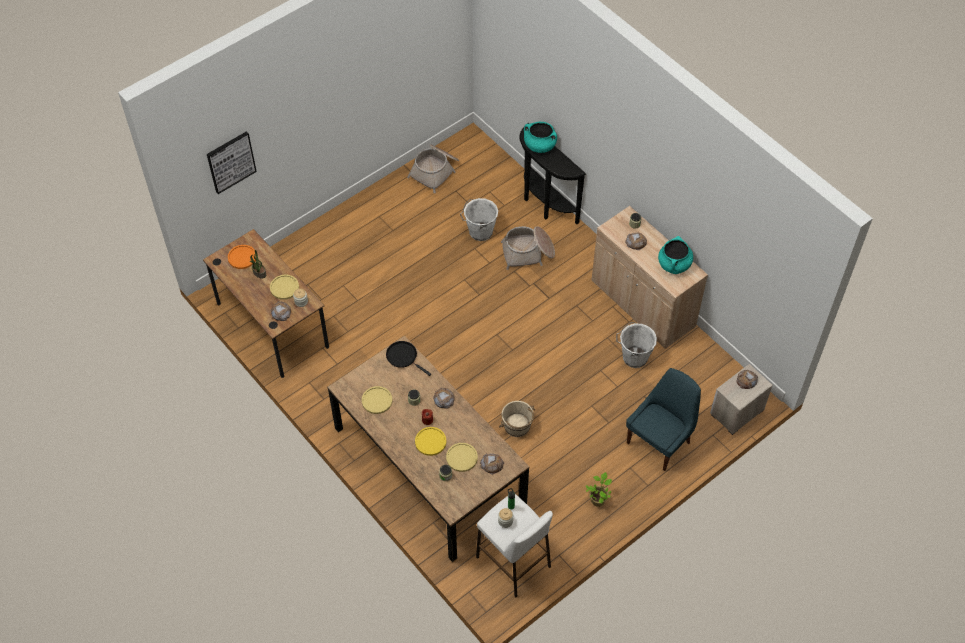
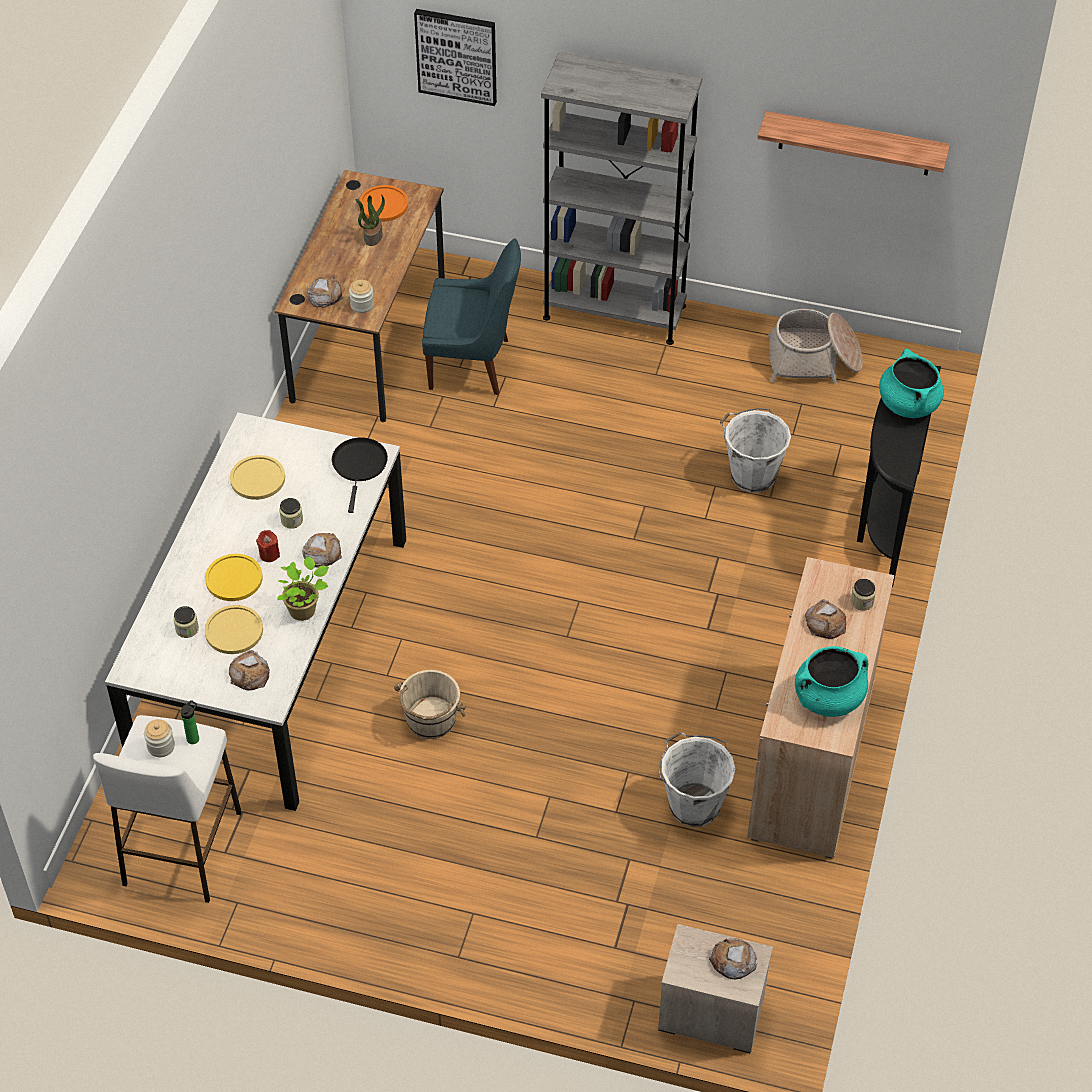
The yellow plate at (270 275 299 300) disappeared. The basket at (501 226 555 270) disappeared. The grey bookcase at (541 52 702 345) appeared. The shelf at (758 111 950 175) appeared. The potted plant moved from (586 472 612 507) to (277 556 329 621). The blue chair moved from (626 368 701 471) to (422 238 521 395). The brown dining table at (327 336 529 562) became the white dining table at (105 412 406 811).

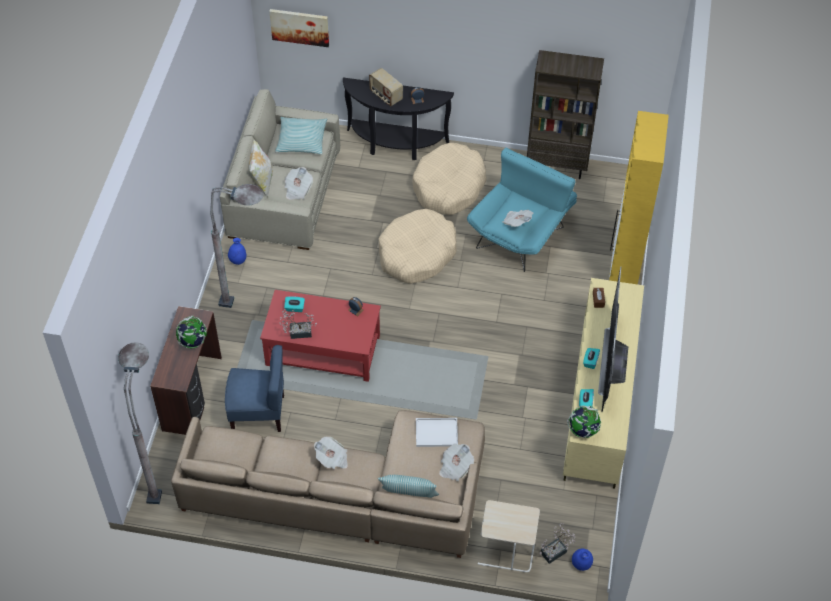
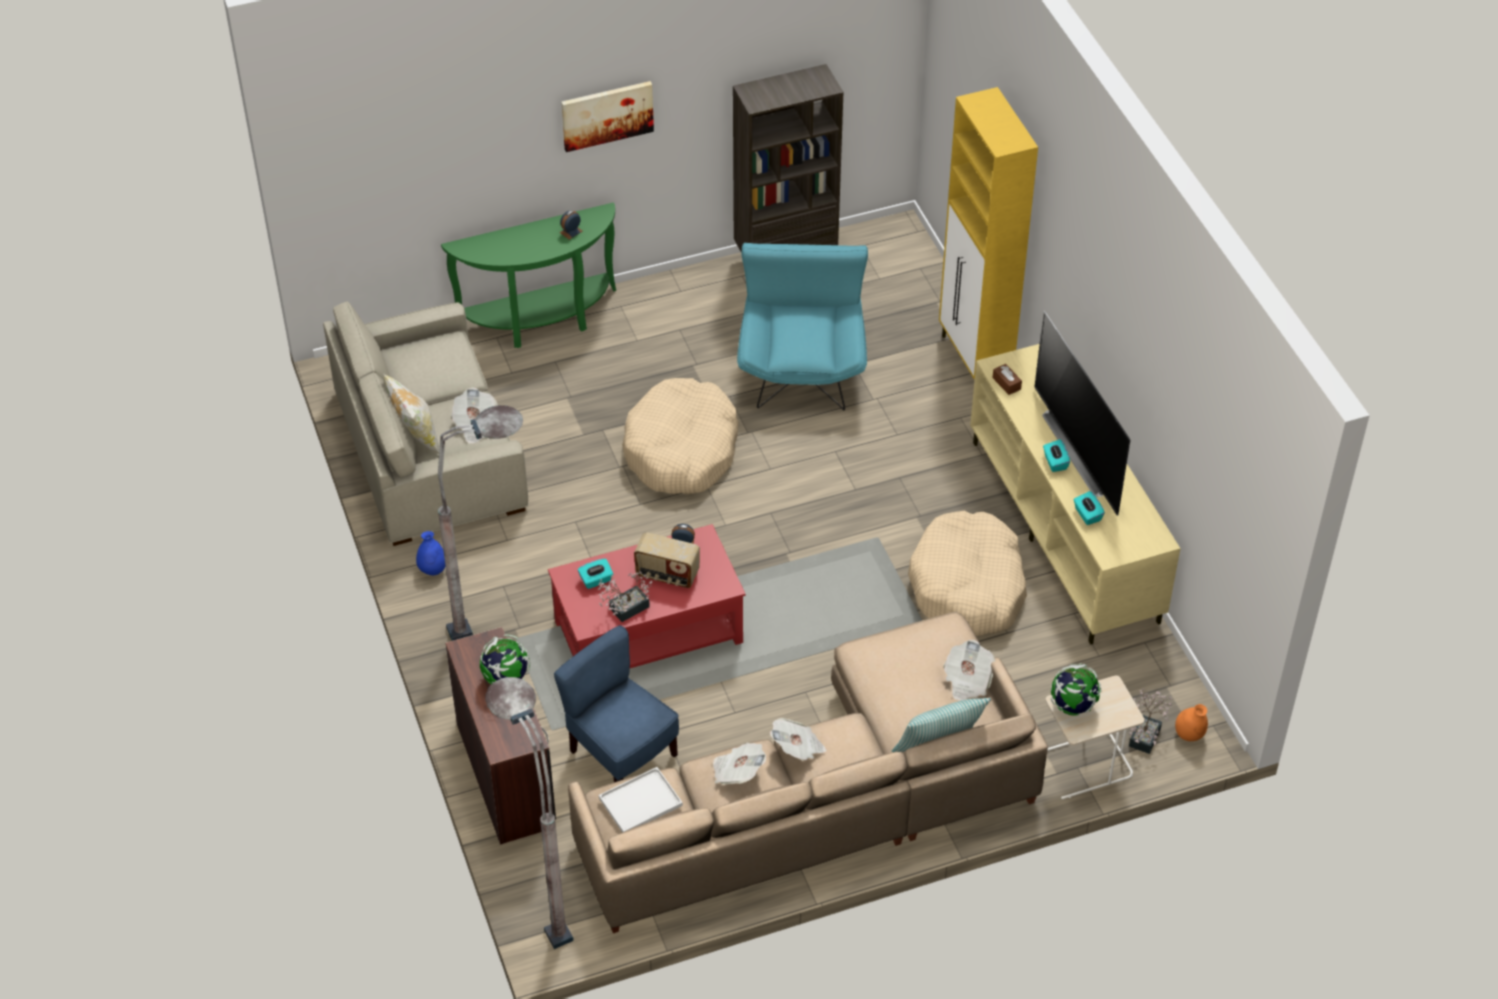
The pillow at (275 117 327 154) disappeared. The picture moved from (269 9 329 47) to (561 81 654 152). The radio moved from (369 68 403 106) to (634 532 700 588). The beige dog bed moved from (413 143 487 215) to (908 511 1027 636). The white tray moved from (416 418 458 447) to (599 767 683 833). The newspaper moved from (502 210 534 227) to (713 743 766 784). The globe moved from (567 405 601 438) to (1051 664 1102 716). The black console table at (343 78 454 160) became the green console table at (441 202 616 348). The blue vase at (572 549 593 571) became the orange vase at (1175 704 1208 741). The blue chair at (225 345 284 432) turned 105 degrees counterclockwise.

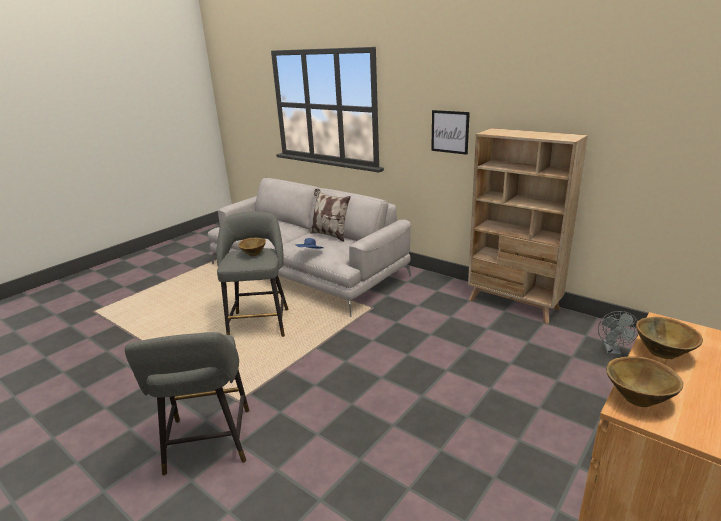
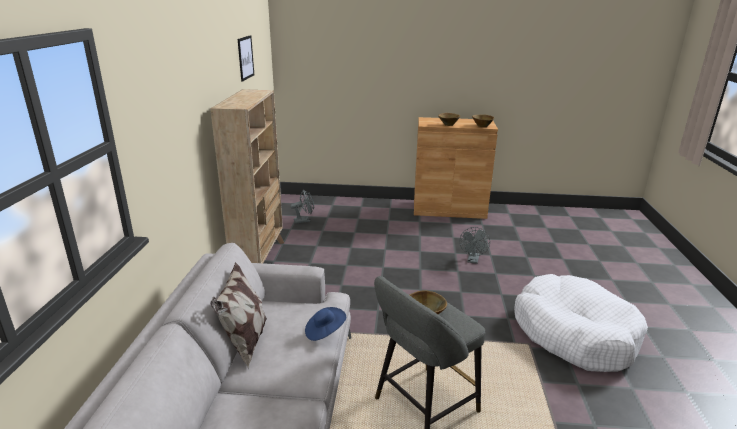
The grey fan at (460 227 490 264) appeared. The picture moved from (431 110 470 155) to (238 35 254 82). The grey stool at (125 332 249 476) was replaced by the white dog bed at (514 274 648 372).

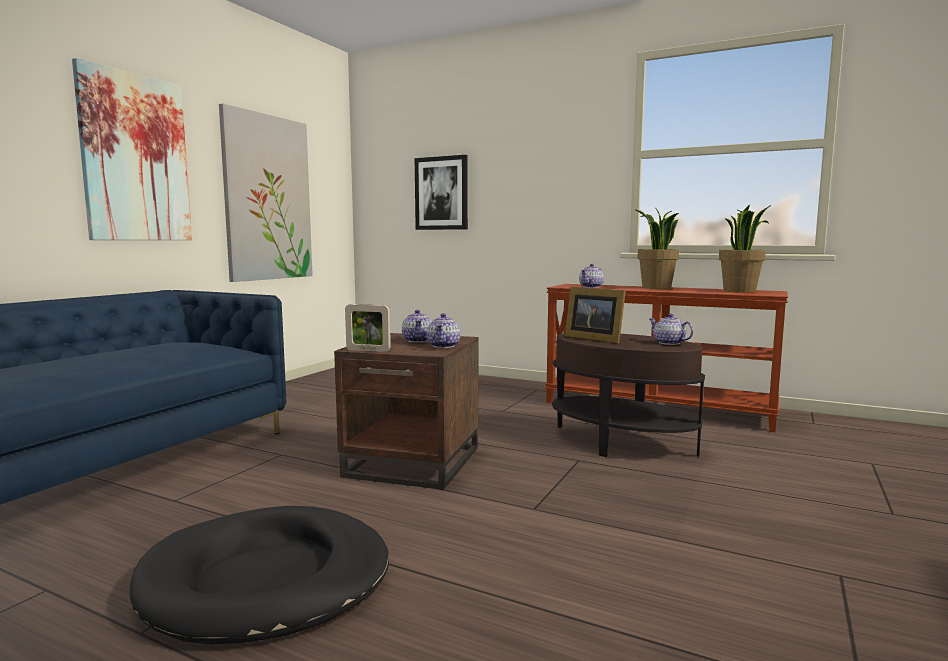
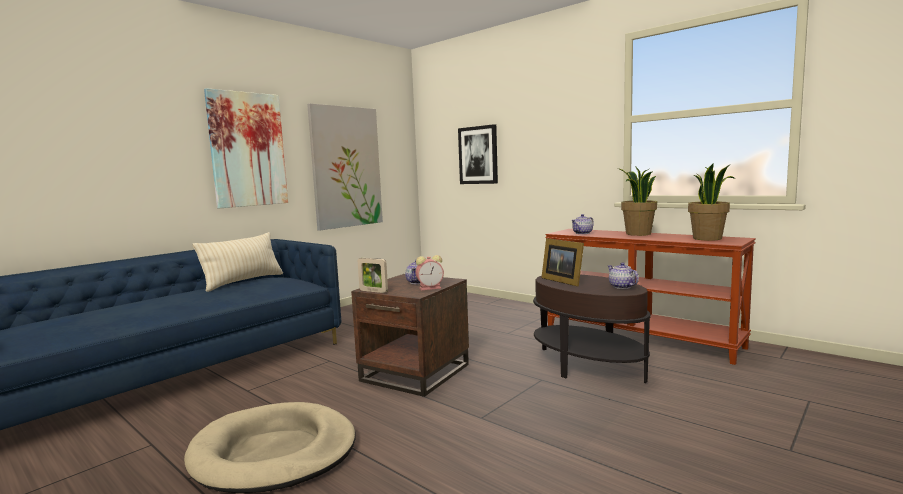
The beige pillow at (193 232 283 292) appeared. The teapot at (427 313 460 348) was replaced by the alarm clock at (416 255 444 290). The black dog bed at (130 506 389 645) became the beige dog bed at (184 402 355 493).

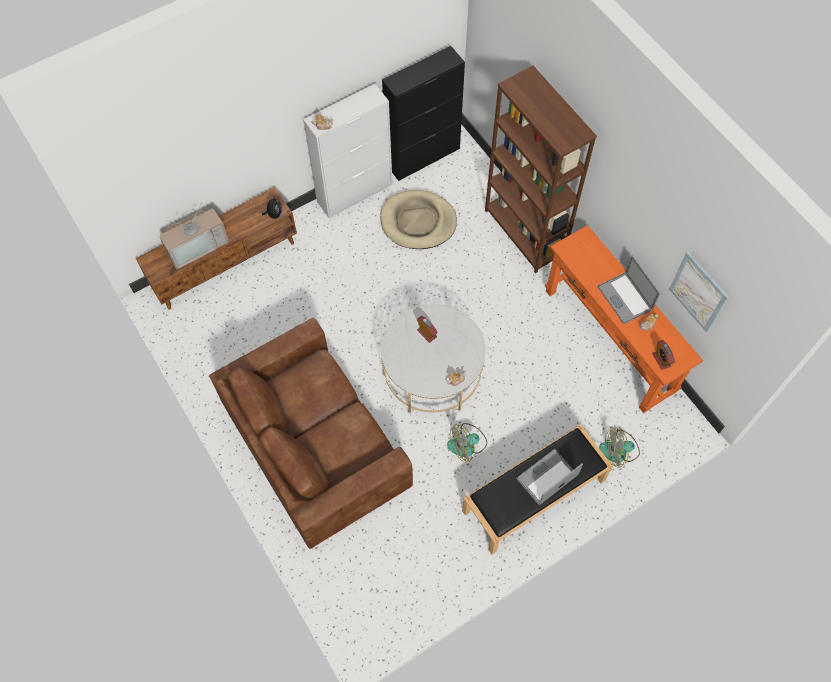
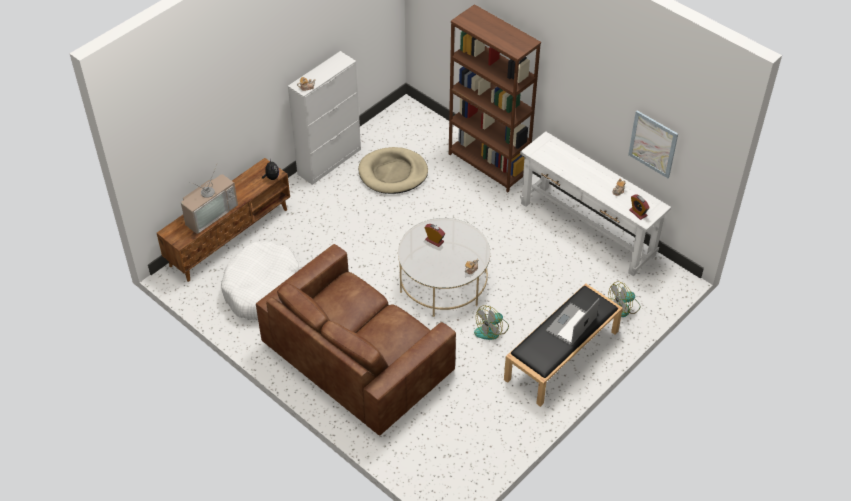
The black cabinet at (382 46 465 181) disappeared. The laptop at (598 256 660 324) disappeared. The white dog bed at (221 241 299 320) appeared. The orange console table at (545 225 703 413) became the white console table at (520 131 671 276).

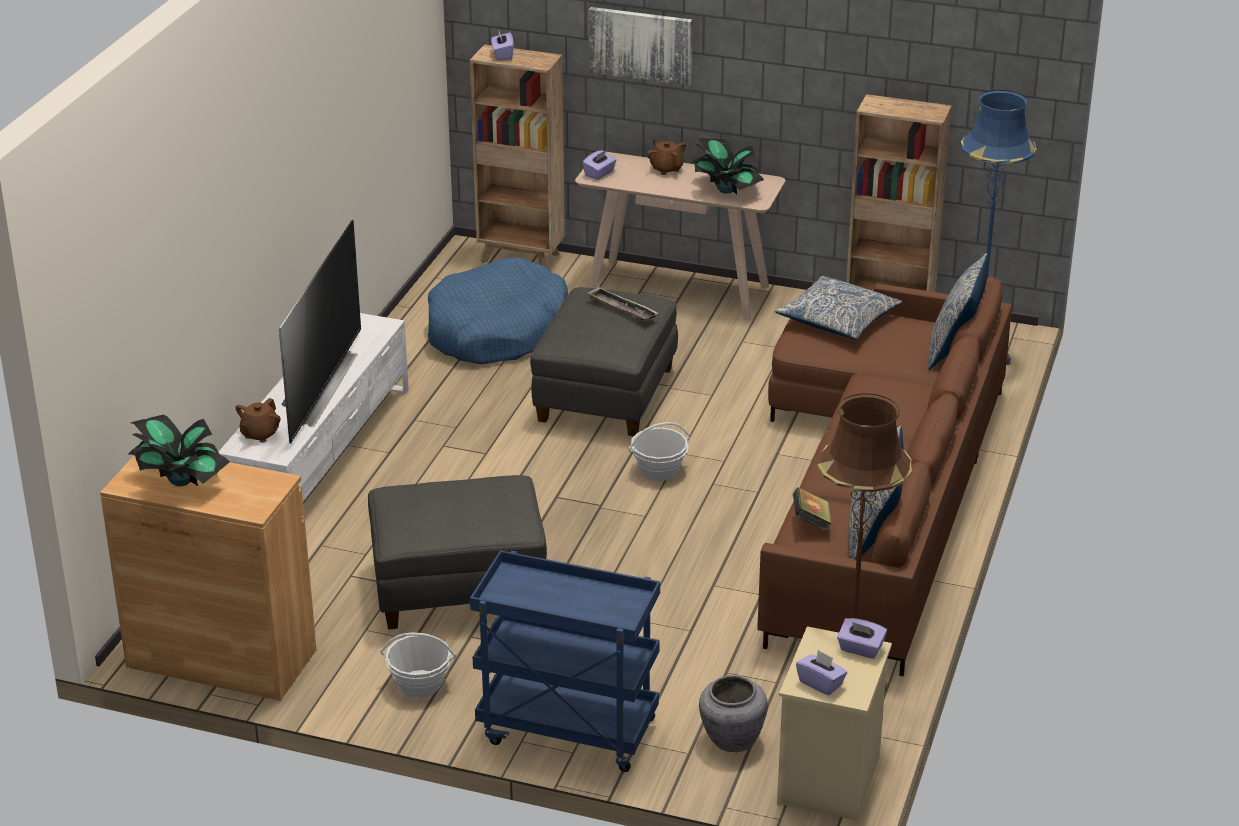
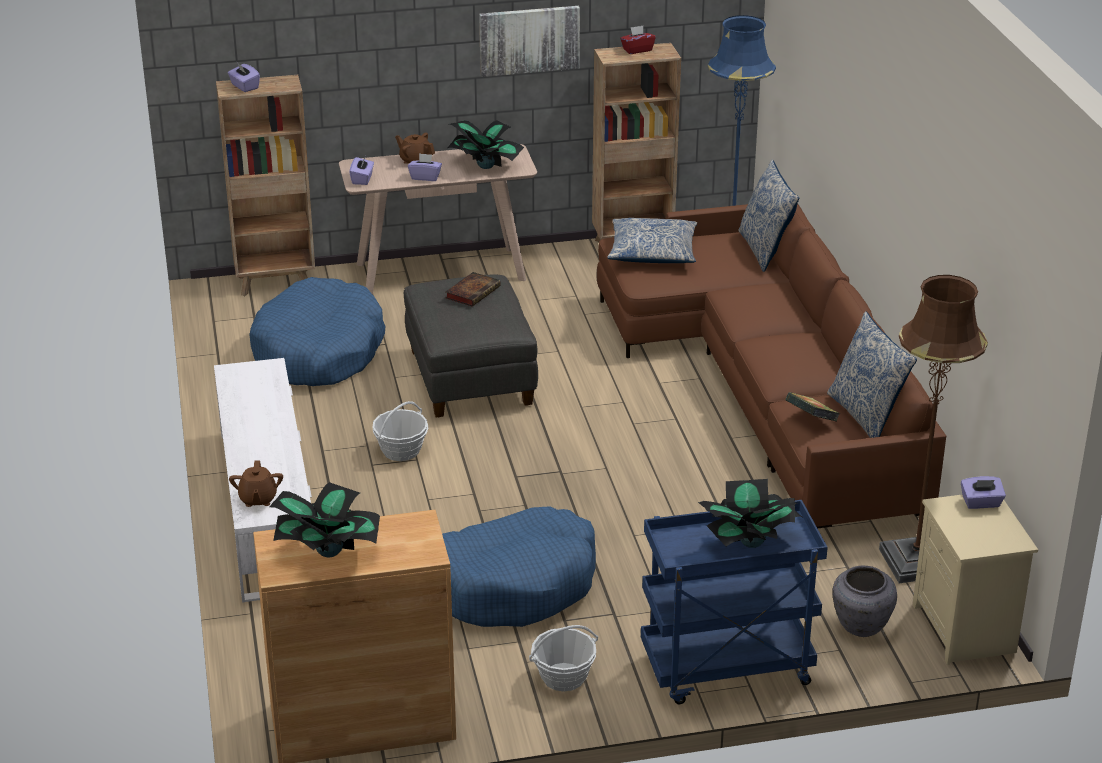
The television at (279 220 361 444) disappeared. The red tissue box at (620 26 656 54) appeared. The potted plant at (698 479 802 548) appeared. The picture moved from (589 7 693 86) to (479 6 580 77). The basket moved from (628 422 690 481) to (372 401 429 461). The purple tissue box moved from (796 650 847 696) to (408 153 442 181). The grey ottoman at (368 475 547 630) was replaced by the blue dog bed at (442 506 596 627). The tray at (587 287 658 320) was replaced by the book at (446 272 501 307).

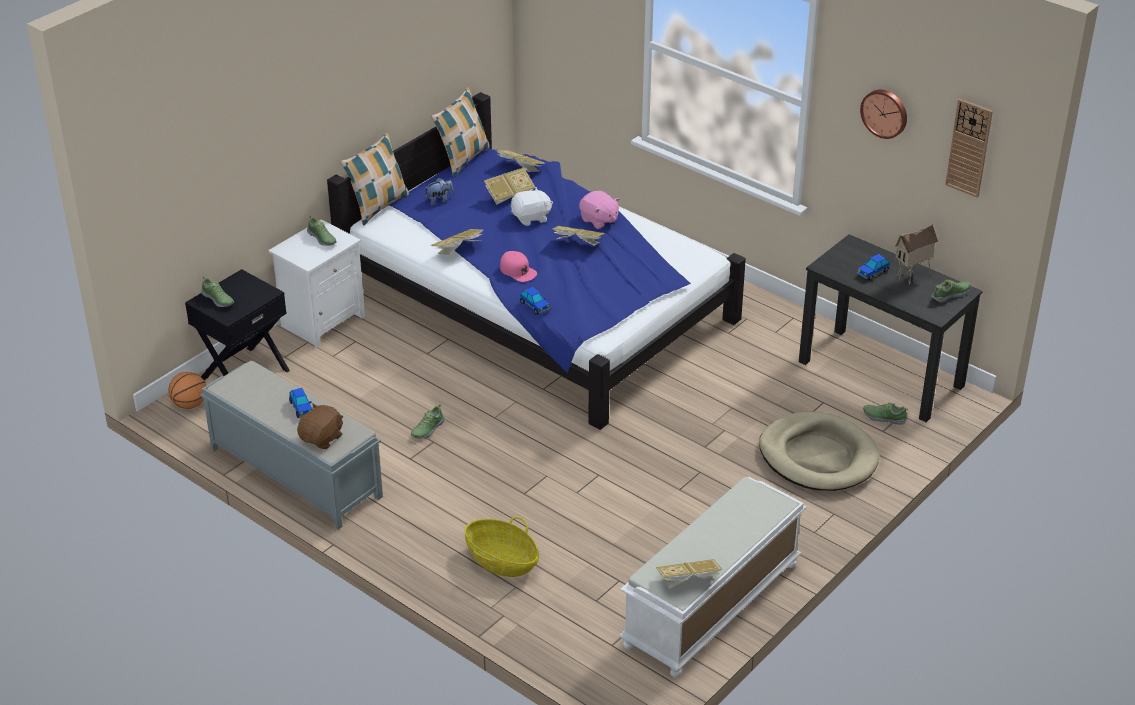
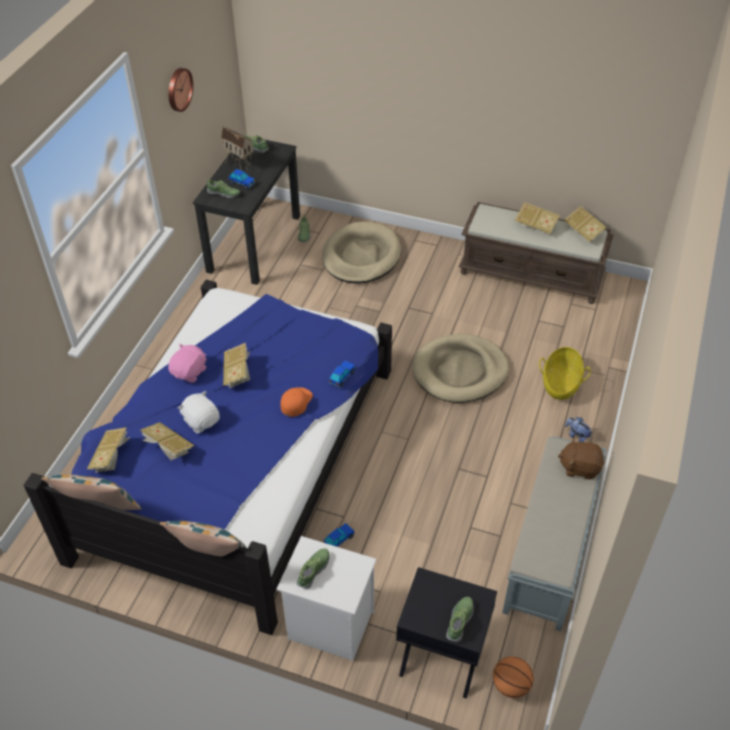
The wall clock at (945 99 993 198) disappeared. The beige dog bed at (412 334 509 403) appeared. The toy car moved from (289 388 313 418) to (324 523 355 547). The shoe moved from (411 404 445 439) to (206 179 240 198). The plush toy moved from (424 178 454 206) to (565 417 593 442). The book moved from (430 229 483 255) to (515 202 560 235). The pink cap at (500 251 537 282) became the orange cap at (281 387 313 417). The white bench at (619 476 806 678) became the brown bench at (459 202 613 304).

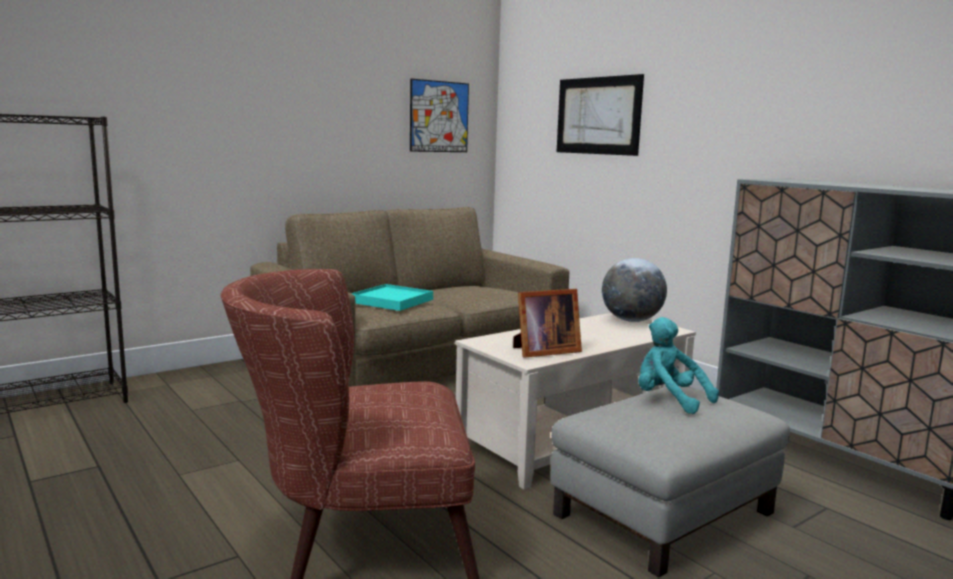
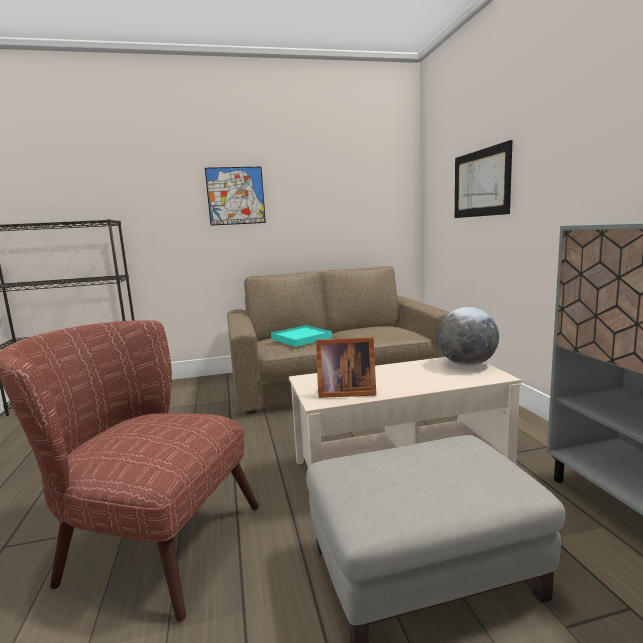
The turquoise plush toy at (638 317 719 414) disappeared. The picture moved from (410 79 469 152) to (205 167 266 226).

